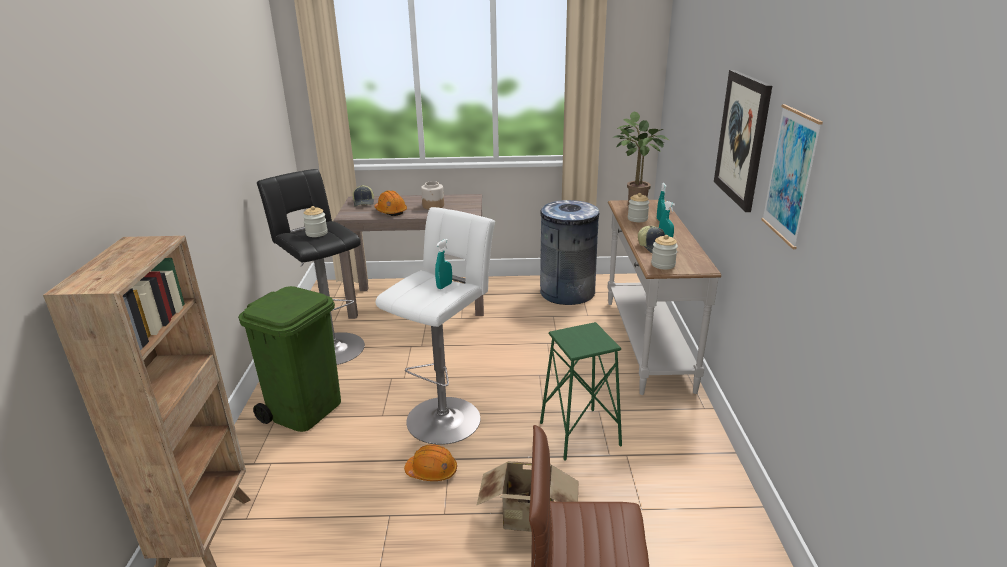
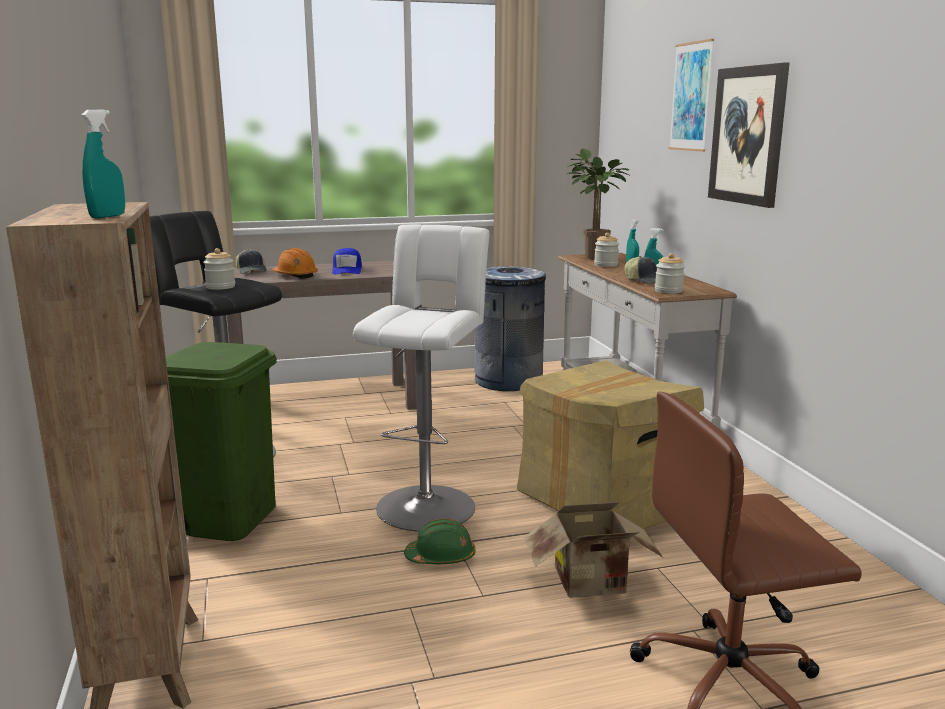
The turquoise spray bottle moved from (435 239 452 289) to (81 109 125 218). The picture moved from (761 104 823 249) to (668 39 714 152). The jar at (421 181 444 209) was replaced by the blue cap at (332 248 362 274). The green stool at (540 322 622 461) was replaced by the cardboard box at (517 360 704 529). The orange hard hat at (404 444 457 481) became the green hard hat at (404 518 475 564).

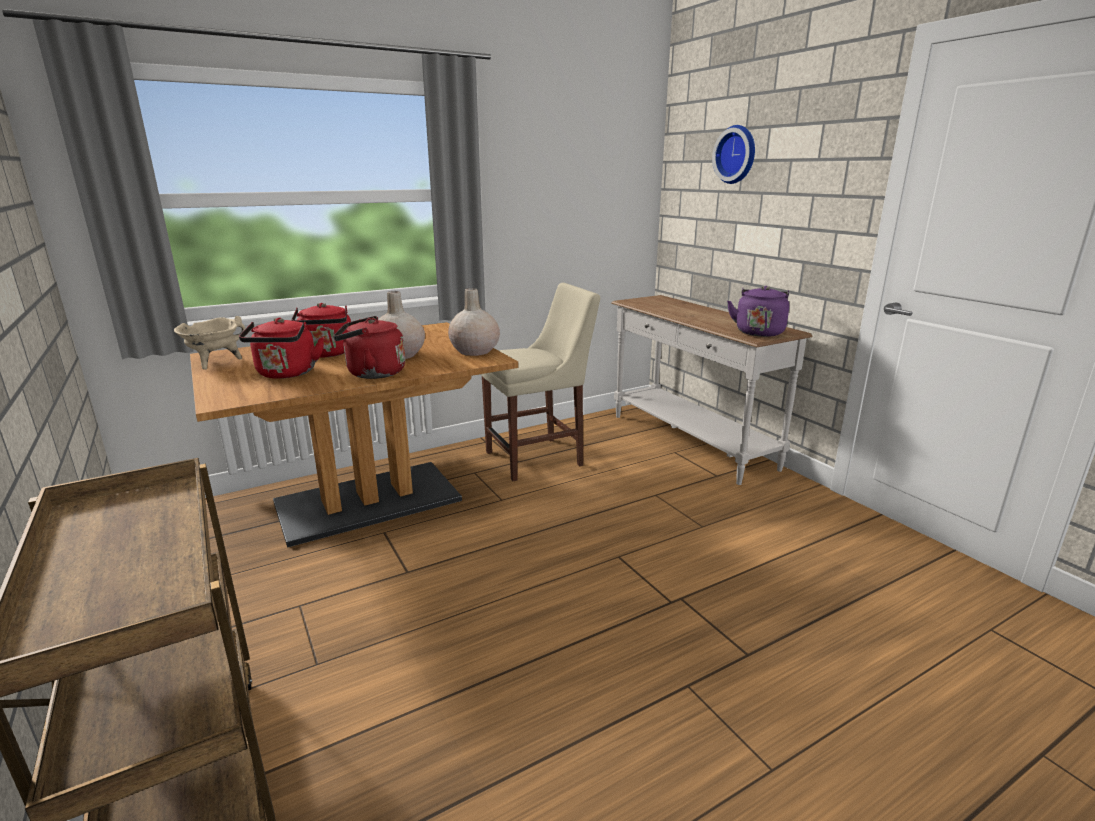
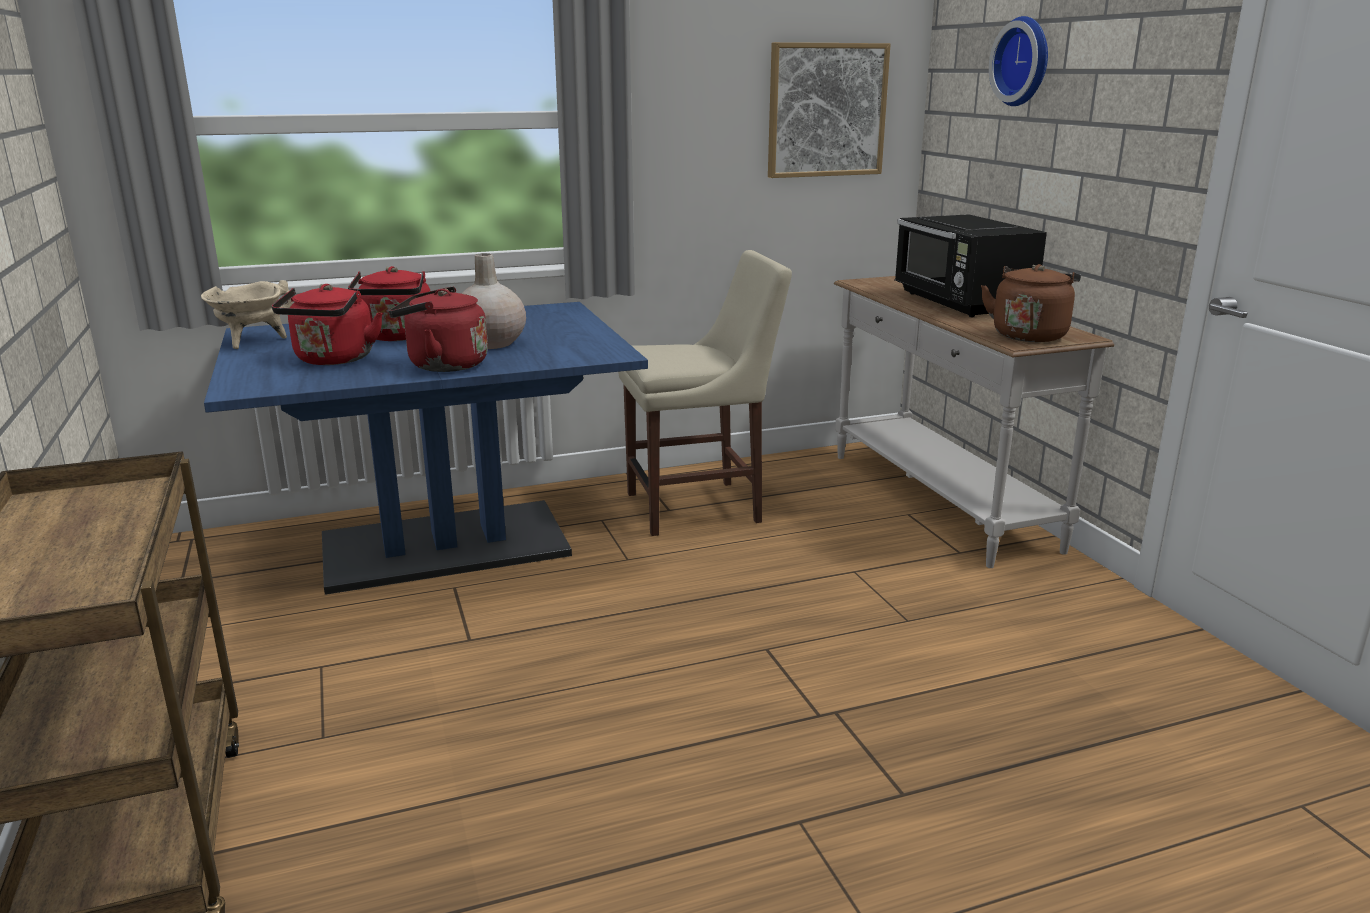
The beige vase at (448 288 500 356) disappeared. The picture at (768 42 891 178) appeared. The black microwave at (895 214 1047 317) appeared. The brown dining table at (190 322 518 548) became the blue dining table at (204 302 648 595). The purple kettle at (727 286 789 337) became the brown kettle at (981 264 1081 342).

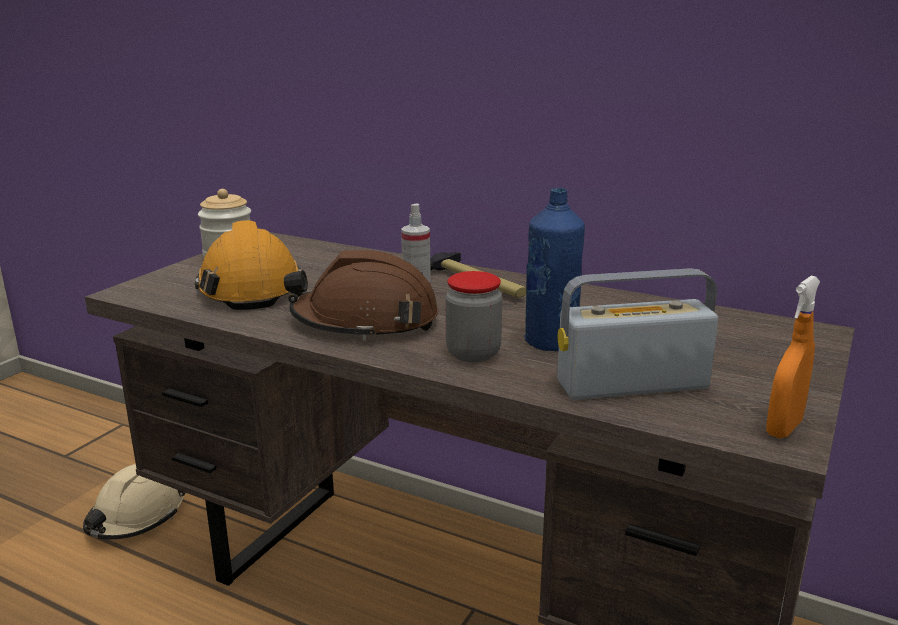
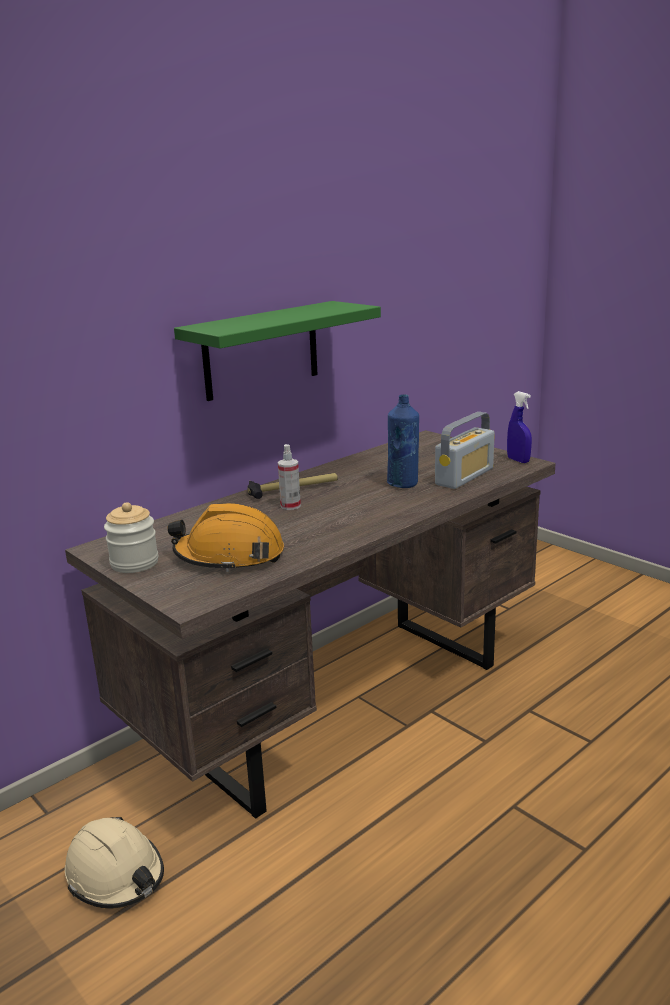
The brown hard hat at (284 250 438 340) disappeared. The jar at (446 271 502 362) disappeared. The green shelf at (174 301 381 401) appeared. The orange spray bottle at (766 276 820 438) became the blue spray bottle at (507 391 532 463). The radio at (557 268 718 400) turned 150 degrees counterclockwise.

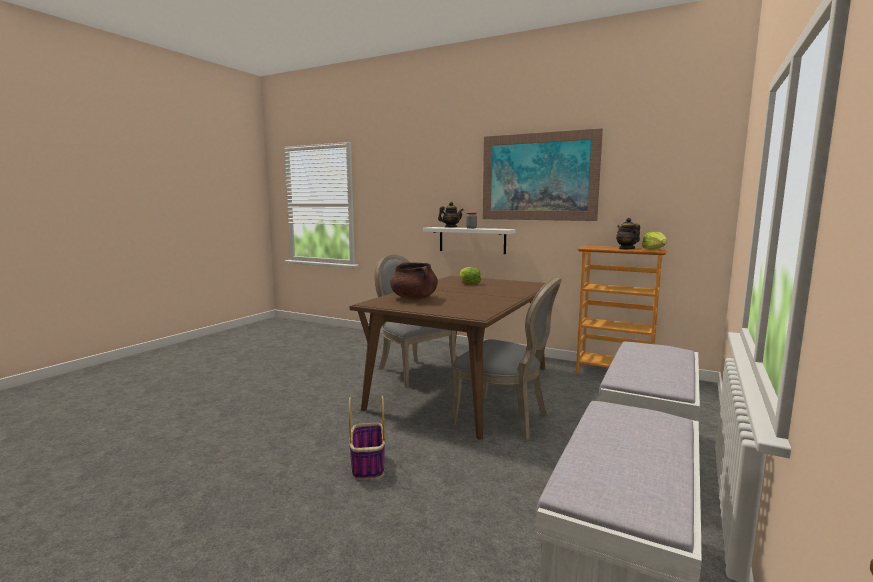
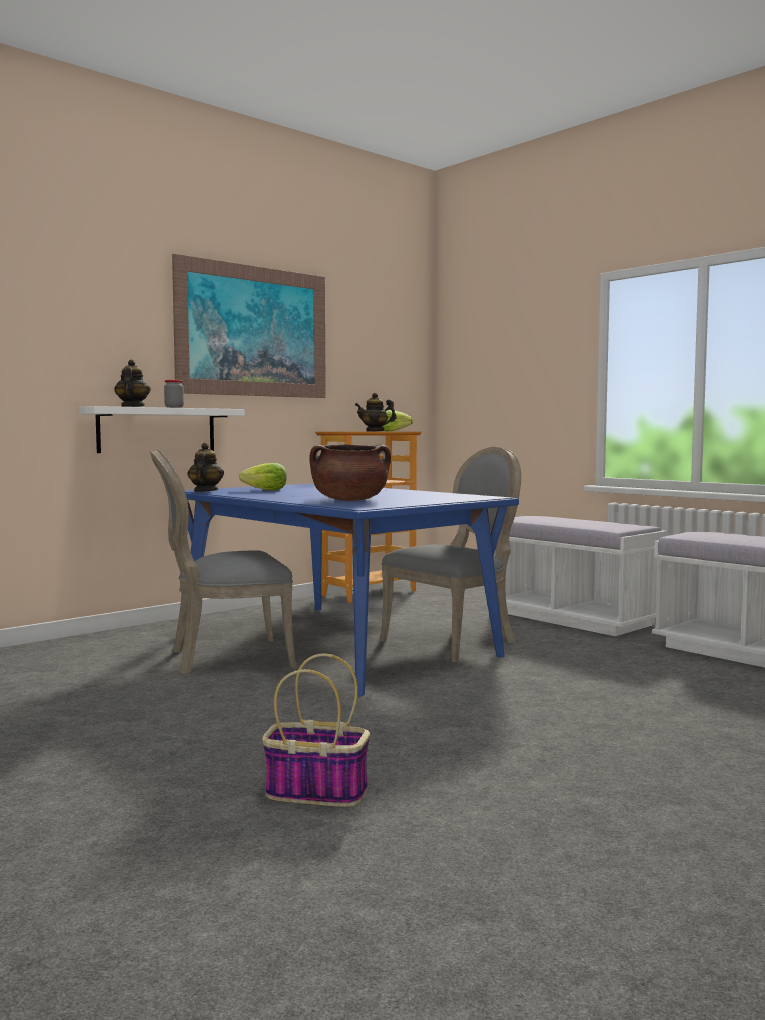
The teapot at (187 443 224 492) appeared. The basket moved from (349 395 386 480) to (262 654 370 807). The brown dining table at (349 276 546 440) became the blue dining table at (185 483 519 696).

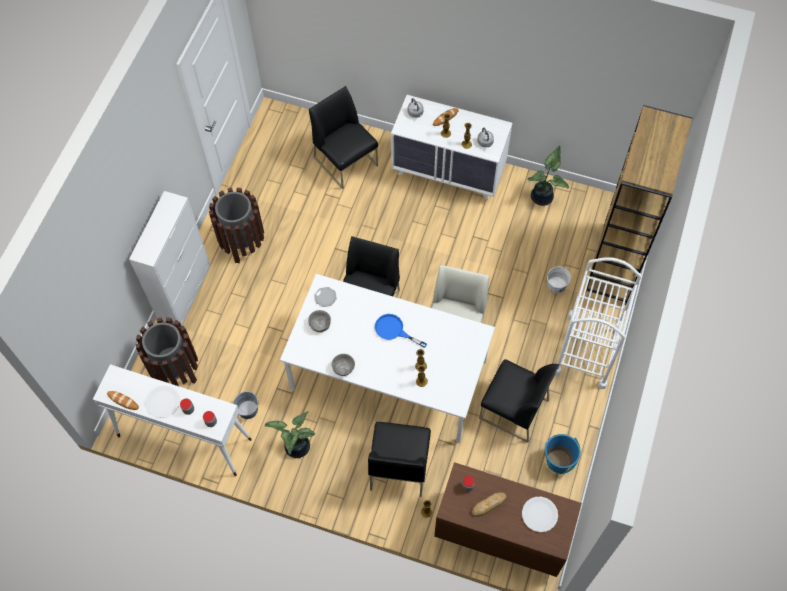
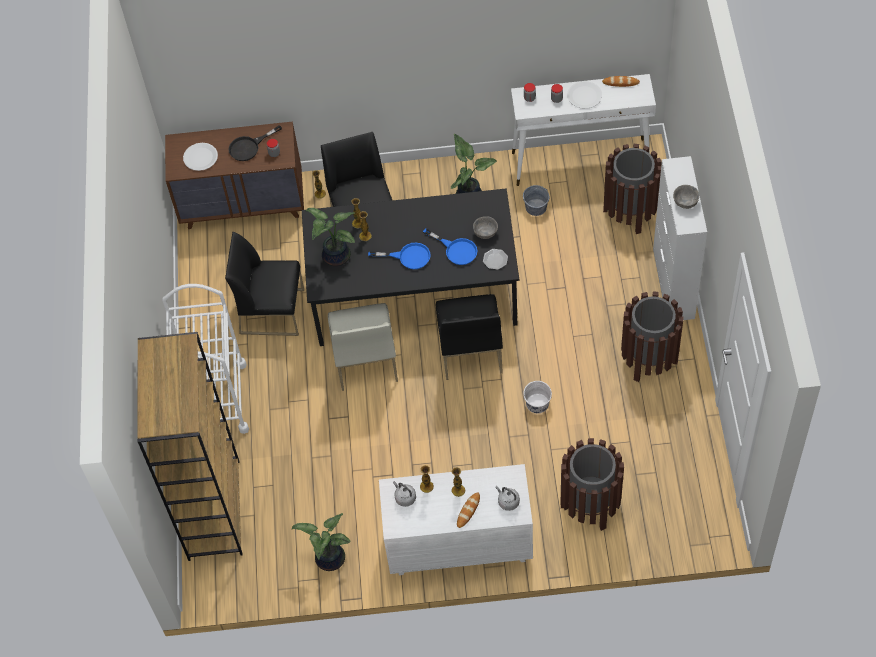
The blue bucket at (545 434 581 474) disappeared. The potted plant at (306 208 355 266) appeared. The blue frying pan at (423 228 477 265) appeared. The grey bowl moved from (332 354 355 376) to (673 185 699 209). The white bucket moved from (547 266 571 293) to (523 381 552 413). The black chair at (309 86 378 189) was replaced by the brown trash can at (561 438 624 531). The bread at (472 492 507 517) was replaced by the black frying pan at (229 125 282 161). The white dining table at (280 274 495 443) became the black dining table at (302 189 519 346).

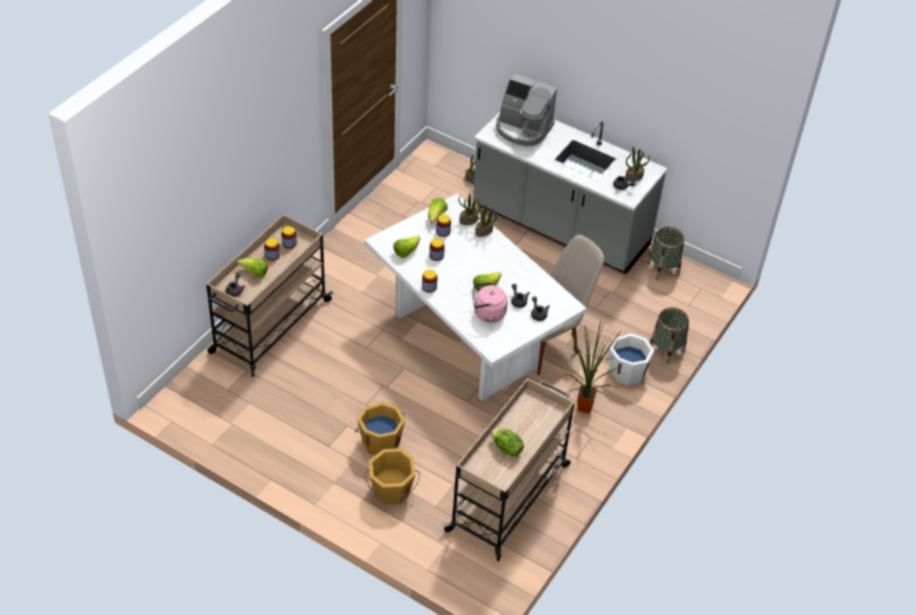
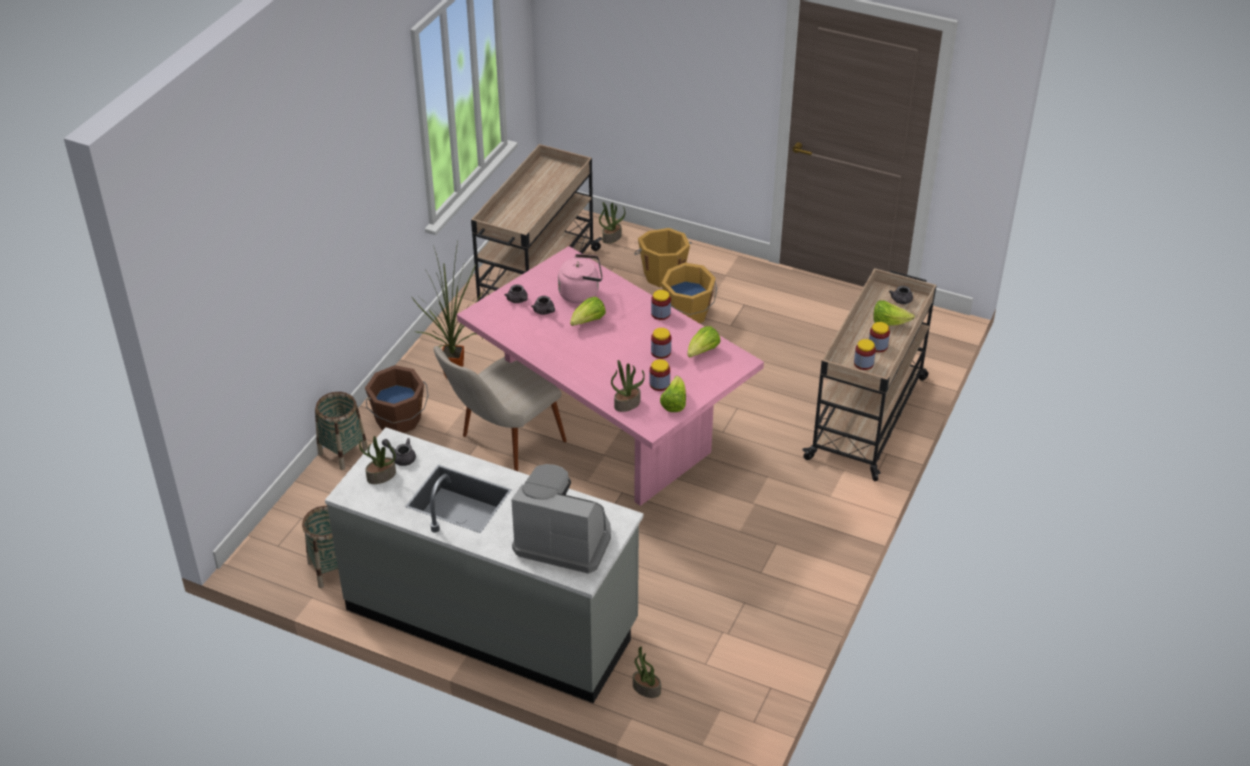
The lettuce at (491 428 524 457) disappeared. The potted plant moved from (474 205 497 237) to (599 202 625 244). The white dining table at (364 194 587 401) became the pink dining table at (457 246 764 506). The white bucket at (605 333 655 386) became the brown bucket at (365 365 429 433).

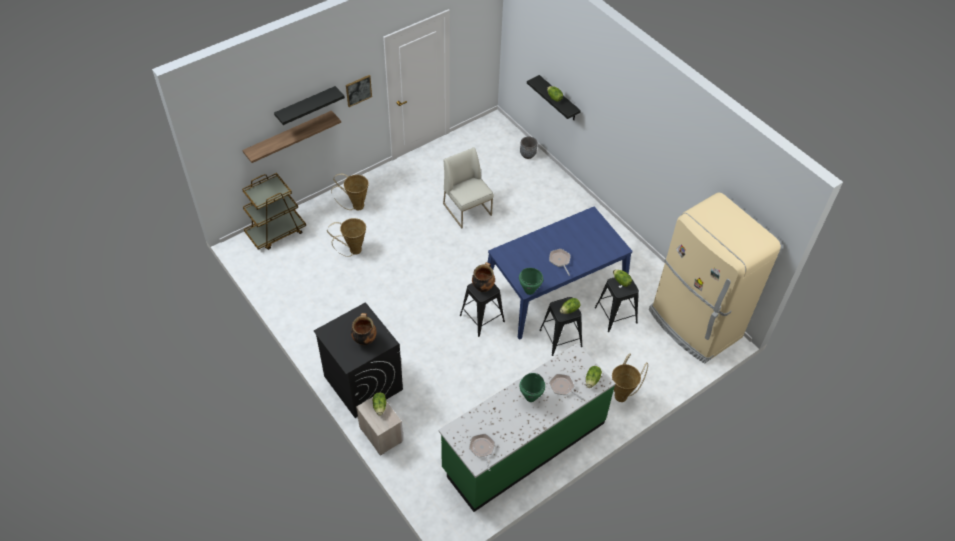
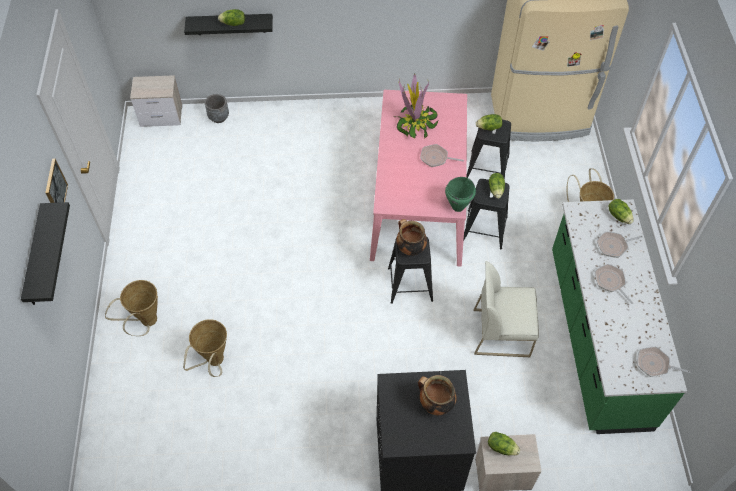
The shelf at (242 110 341 163) disappeared. The brown cart at (242 173 306 250) disappeared. The nightstand at (130 75 182 127) appeared. The potted plant at (395 73 438 139) appeared. The white chair moved from (443 147 494 228) to (473 261 539 357). The green cooking pot at (519 373 545 402) was replaced by the frying pan at (595 264 633 304). The blue dining table at (487 207 632 340) became the pink dining table at (370 90 467 267).

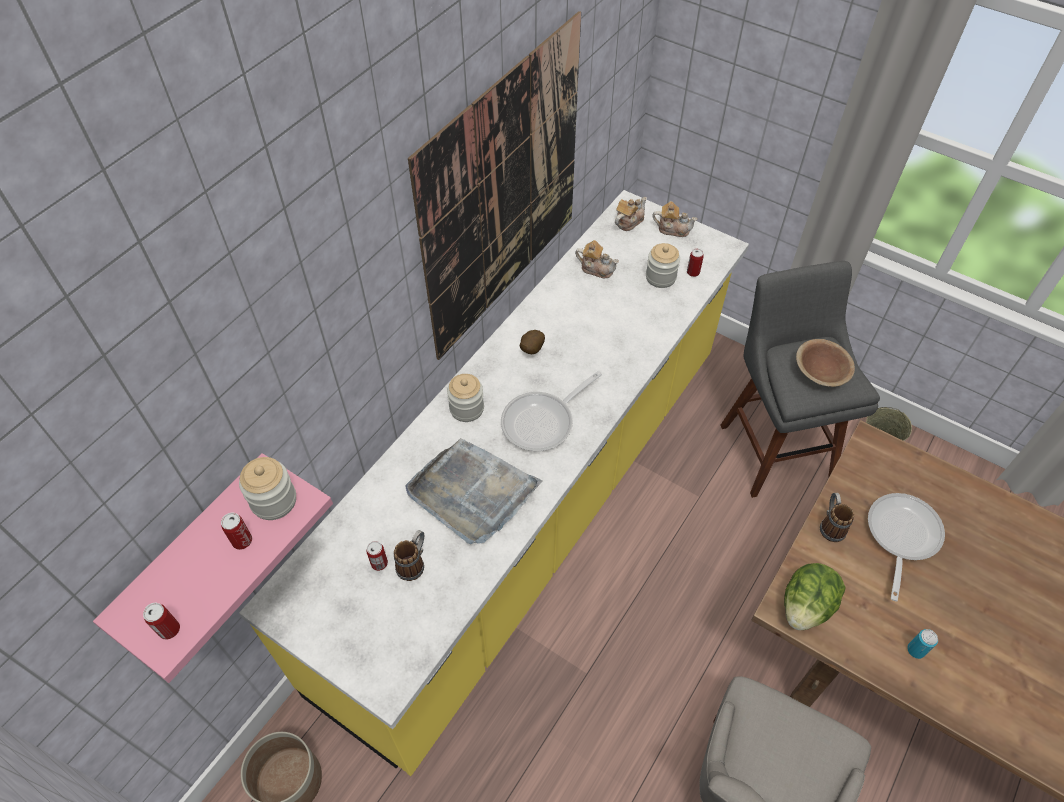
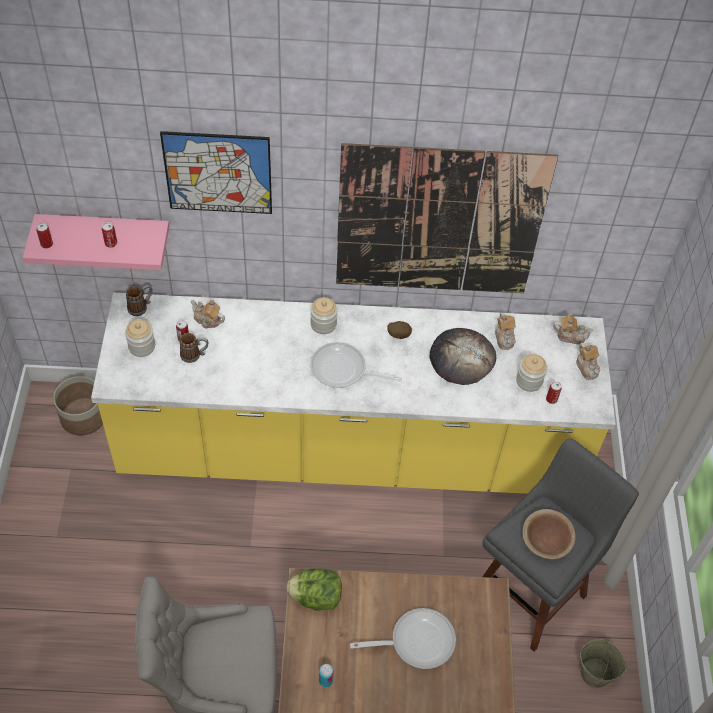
The grey tray at (405 438 543 544) disappeared. The picture at (160 131 272 214) appeared. The teapot at (191 300 225 329) appeared. The bread at (430 328 496 385) appeared. The jar moved from (239 457 296 520) to (125 319 155 357). The mug moved from (820 493 854 542) to (126 285 153 316).

